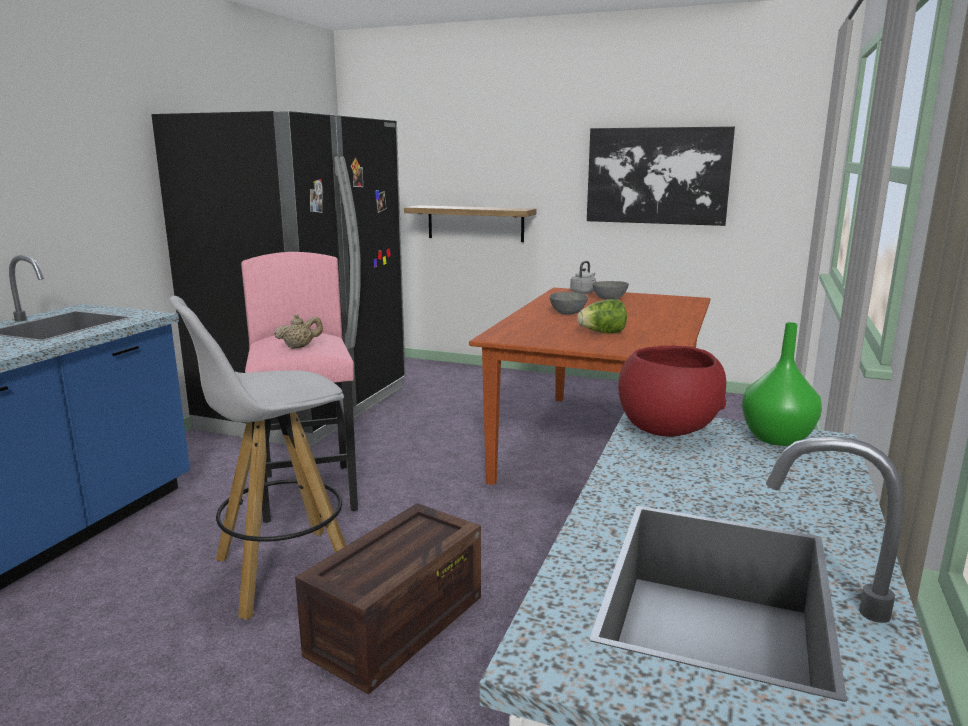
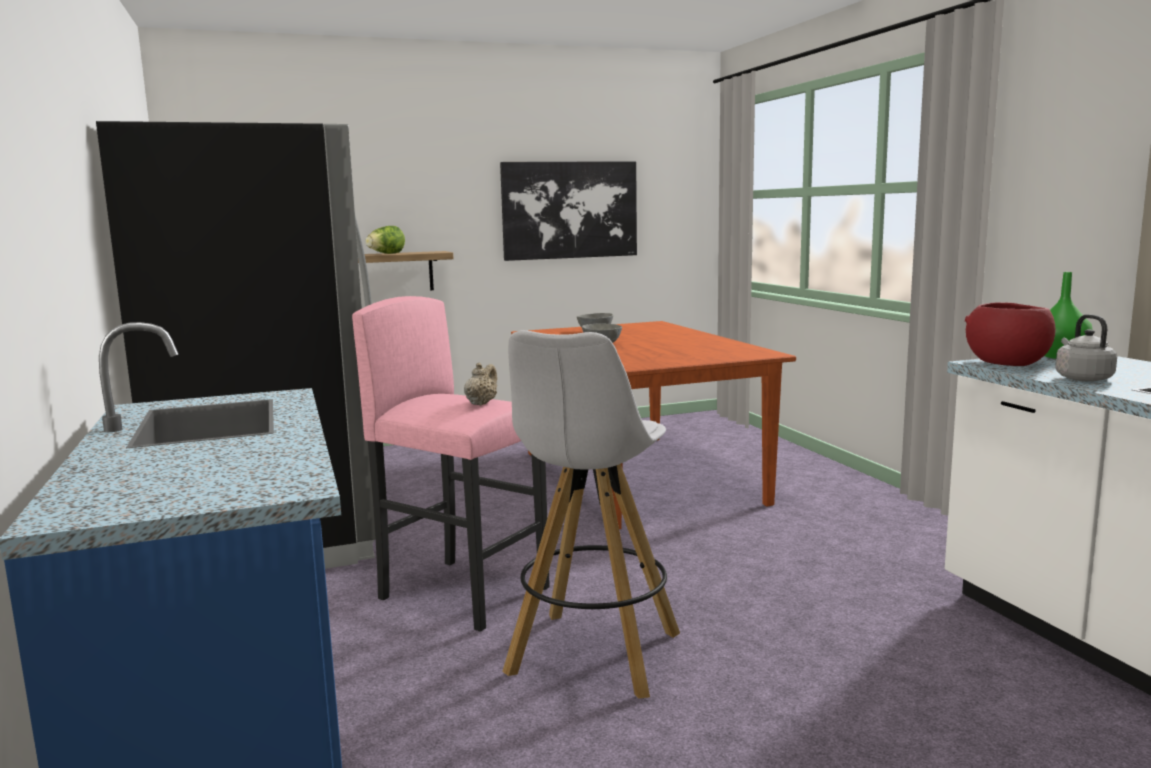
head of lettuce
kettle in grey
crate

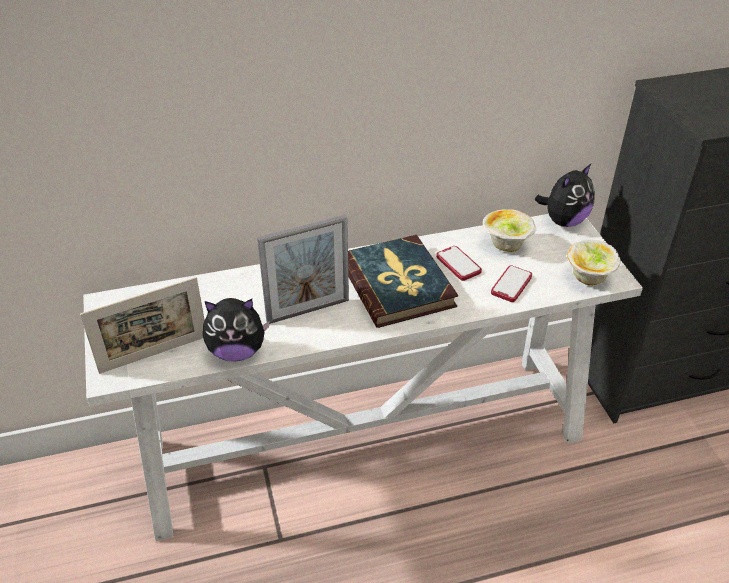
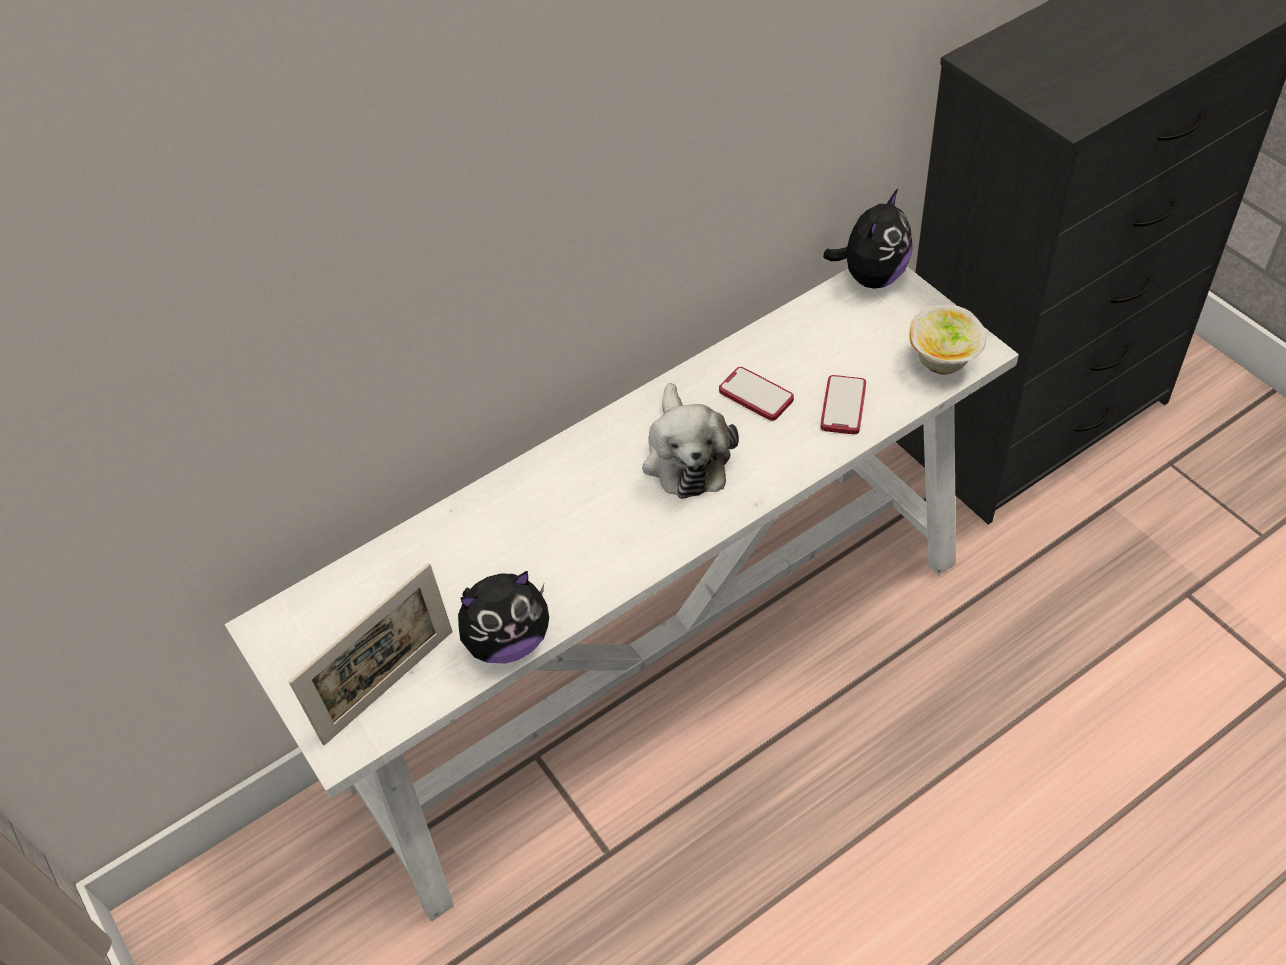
cuddly toy (no. 2 from left)
standing frame (no. 2 from left in the first image)
bowl (no. 1 from left in the first image)

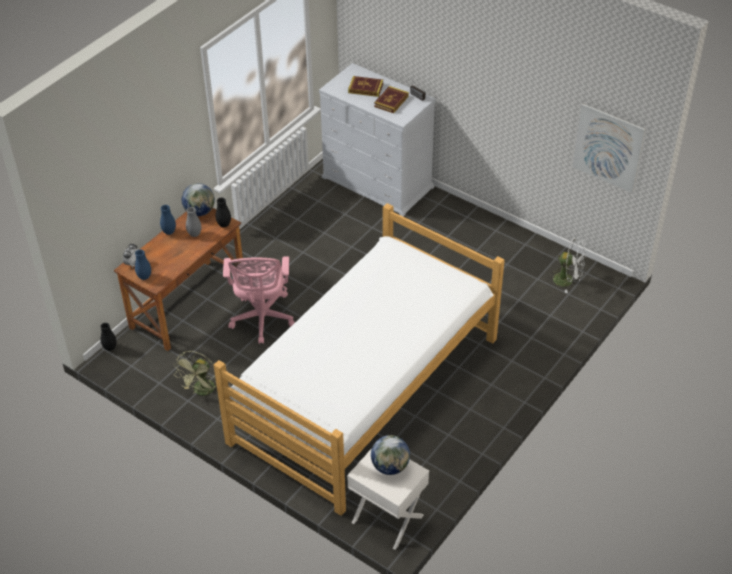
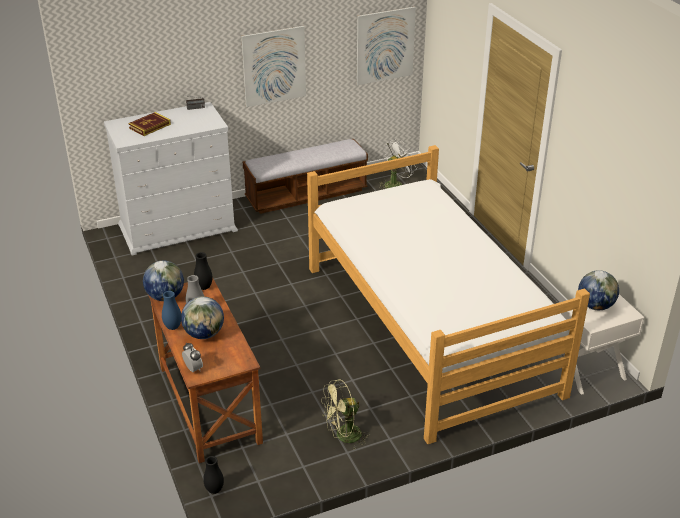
globe (no. 2 from left)
picture (no. 1 from left)
long seat
electric fan in green-coloured
decorative vase in bluish (no. 1 from left in the first image)
office chair in pinkish
volume (no. 2 from left in the first image)

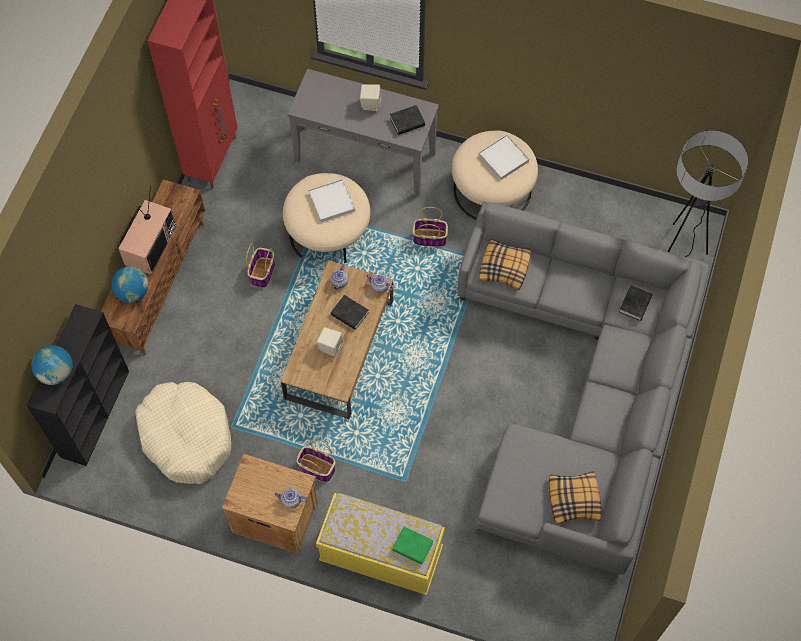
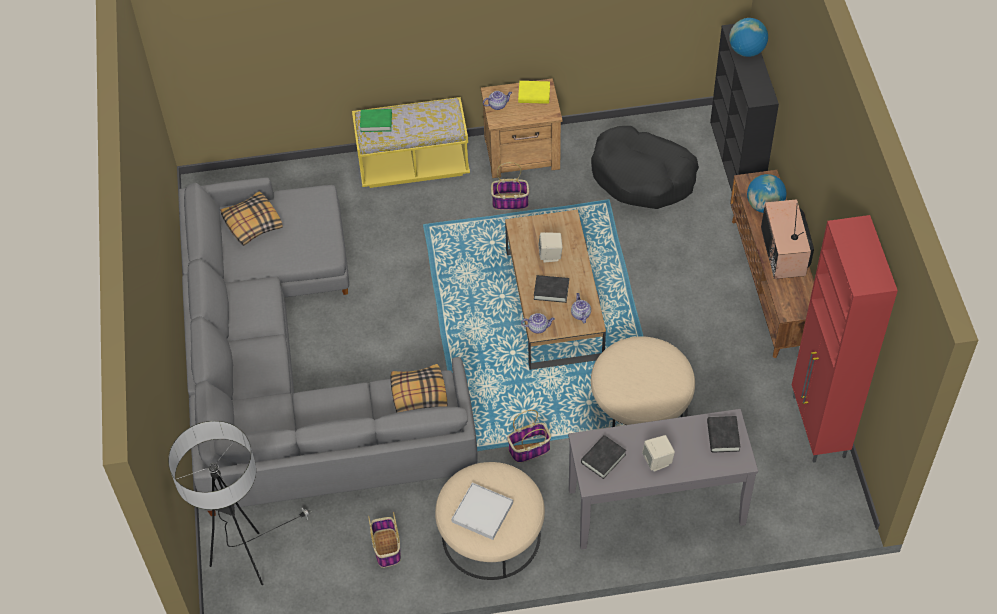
basket (no. 1 from left)
volume in yellow
pet bed in black-coloured
volume in black-coloured (no. 3 from left)
tray in whitish (no. 1 from left in the first image)

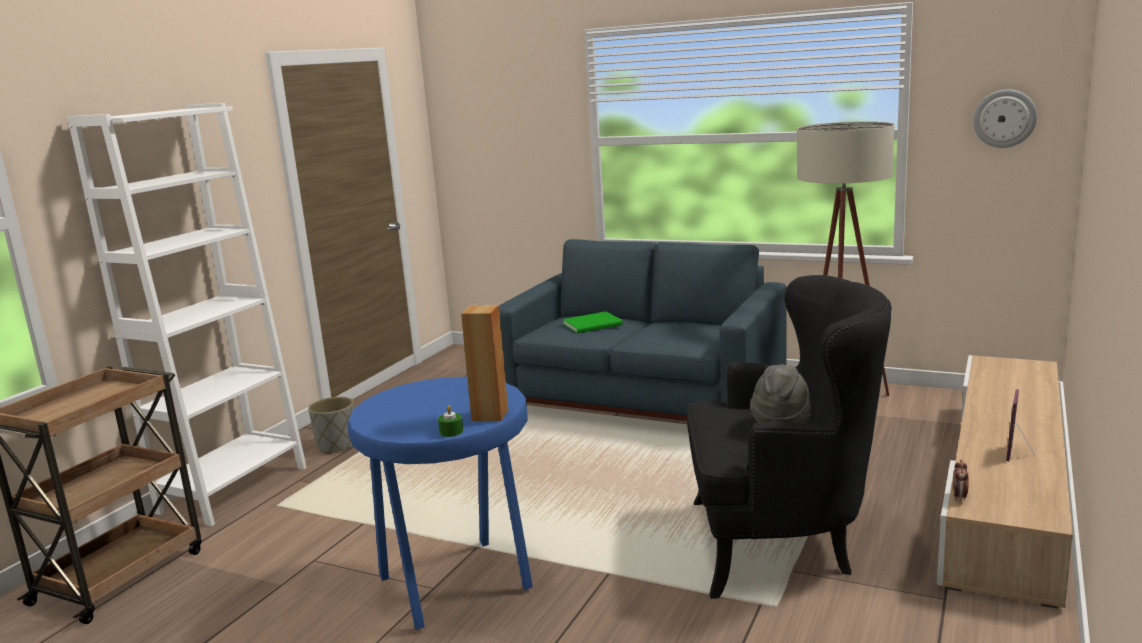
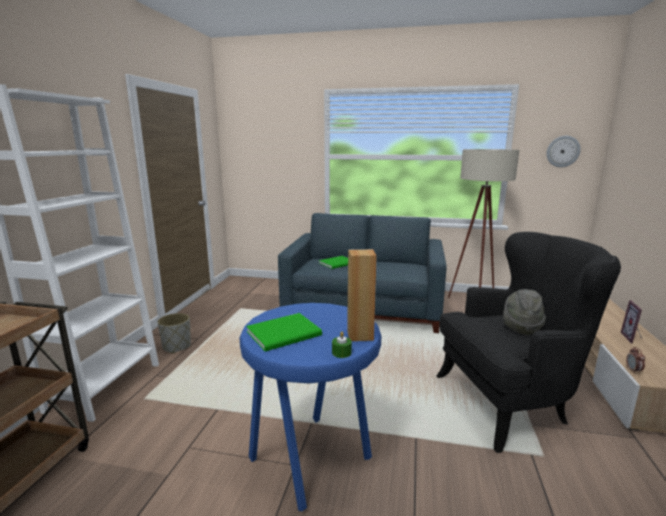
volume in green-coloured (no. 1 from left)

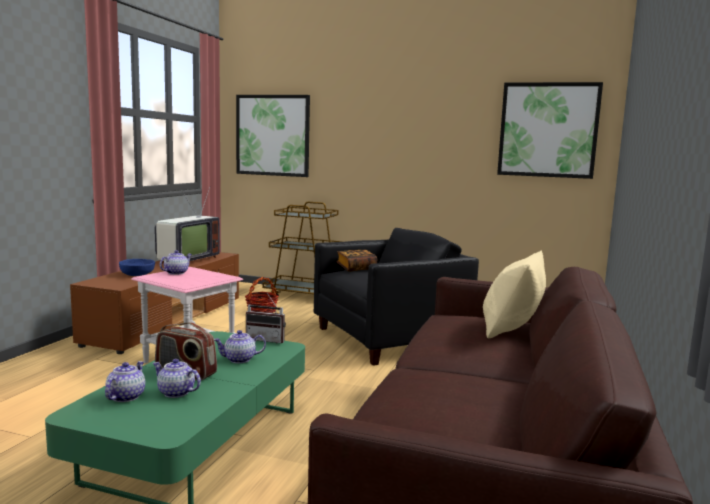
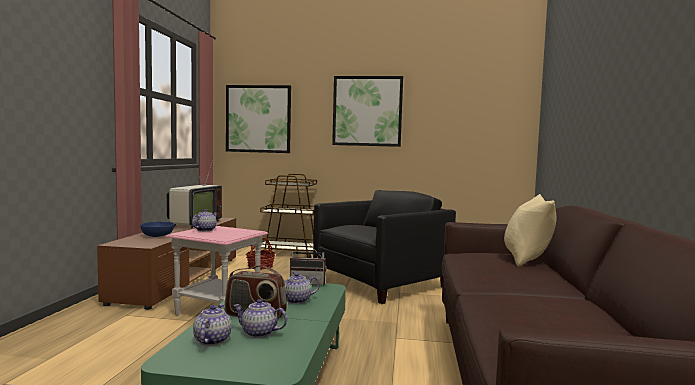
picture (no. 2 from left)
volume

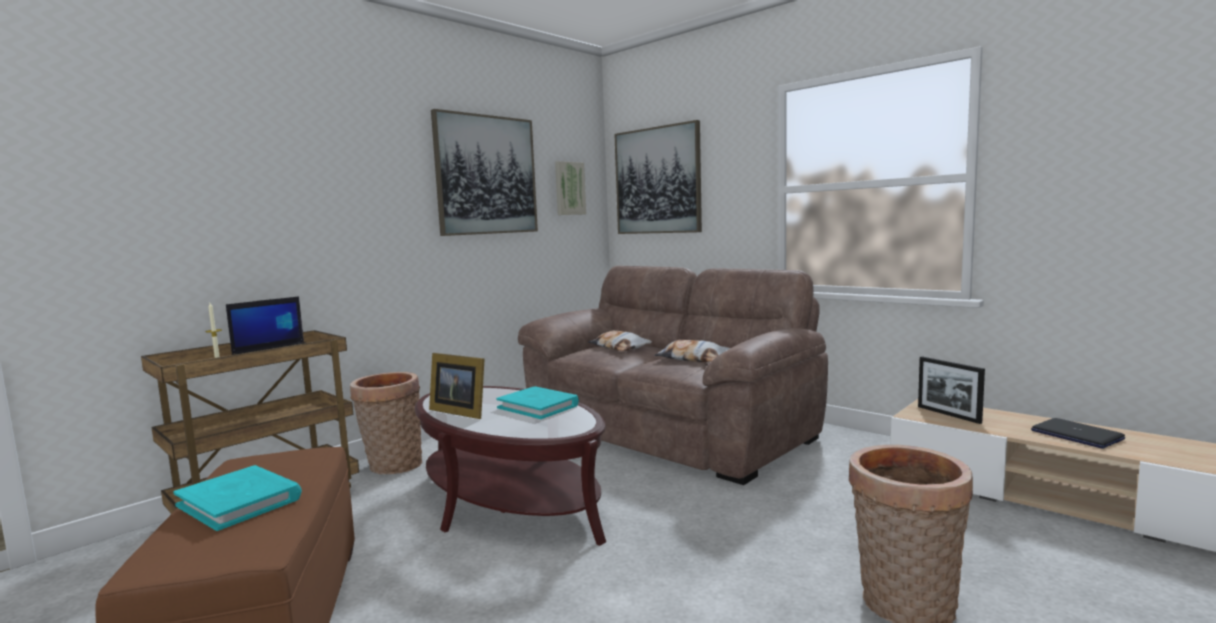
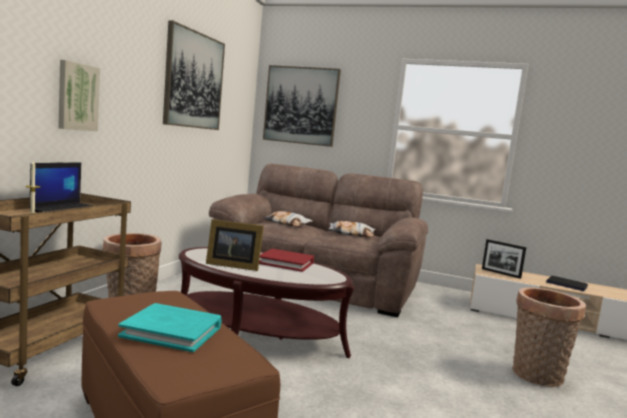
picture (no. 1 from left)
volume in red-coloured

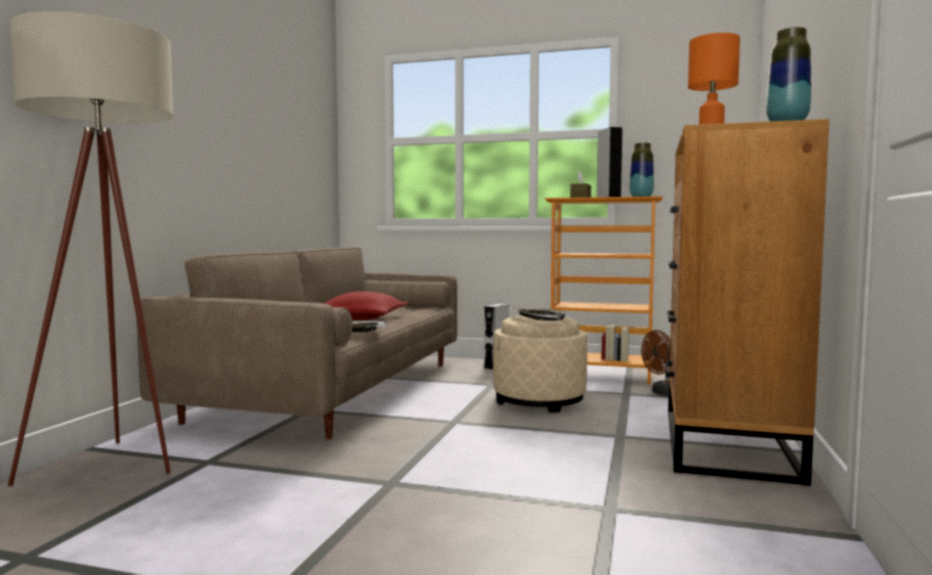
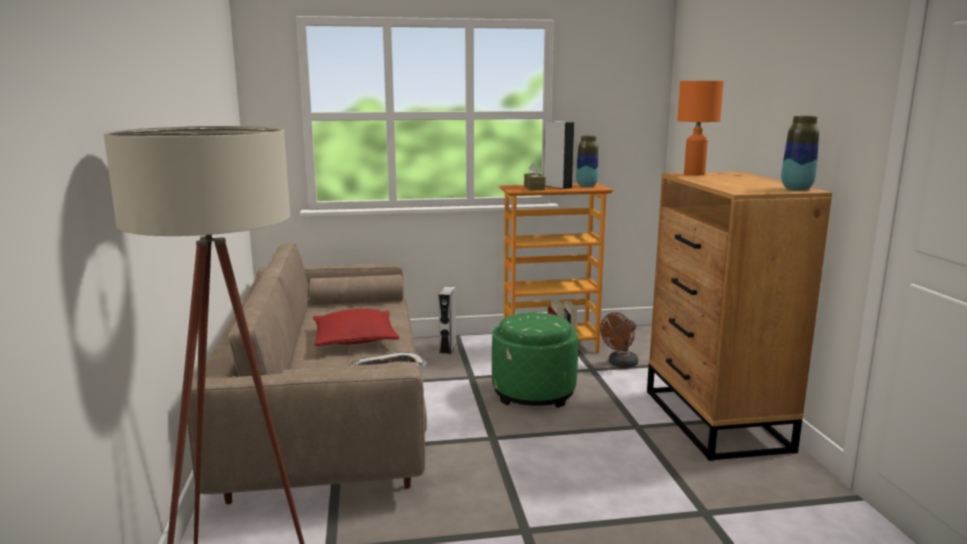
pouffe in green-coloured
tray (no. 2 from left in the first image)

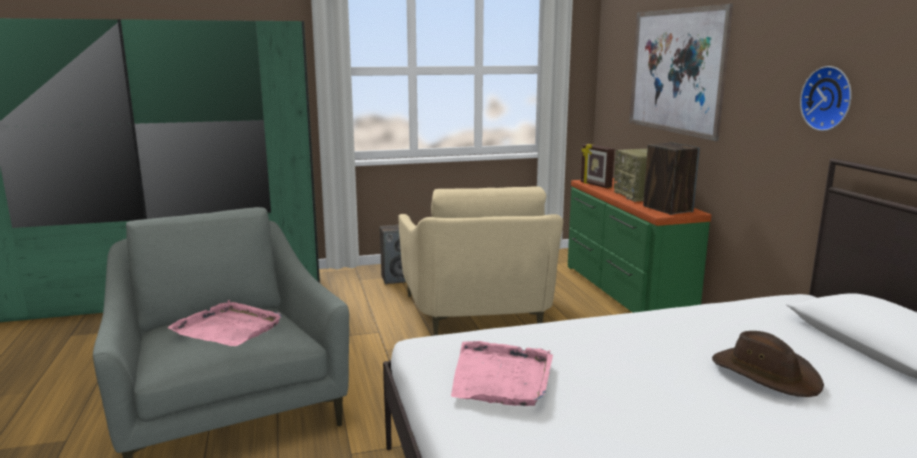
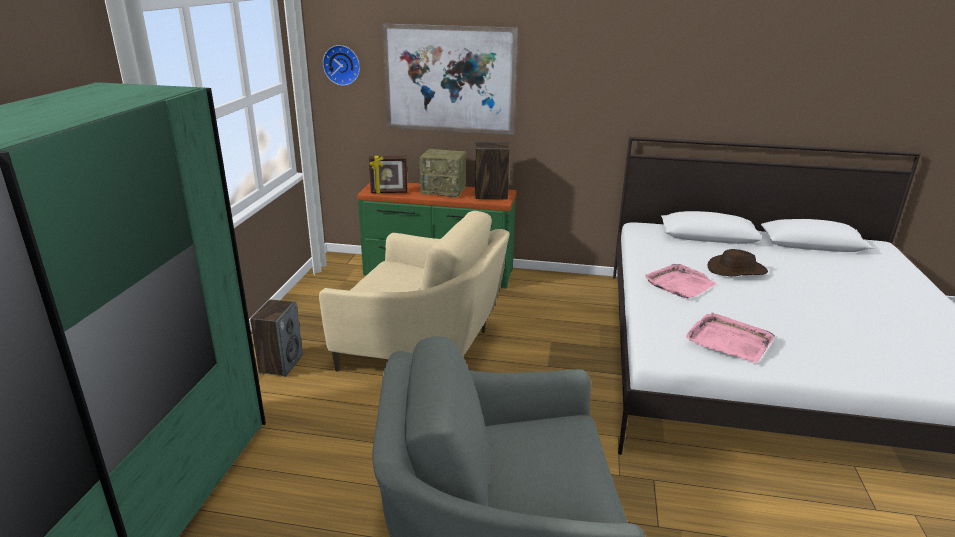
clock on the wall
tray in pinkish (no. 1 from left)

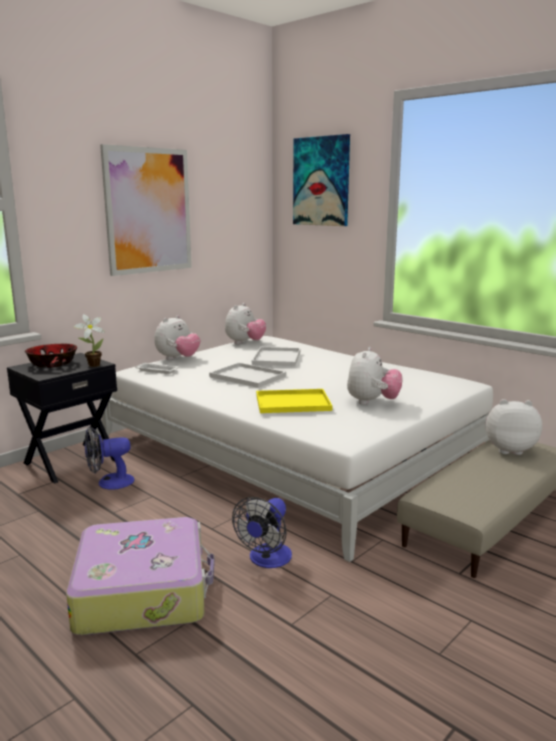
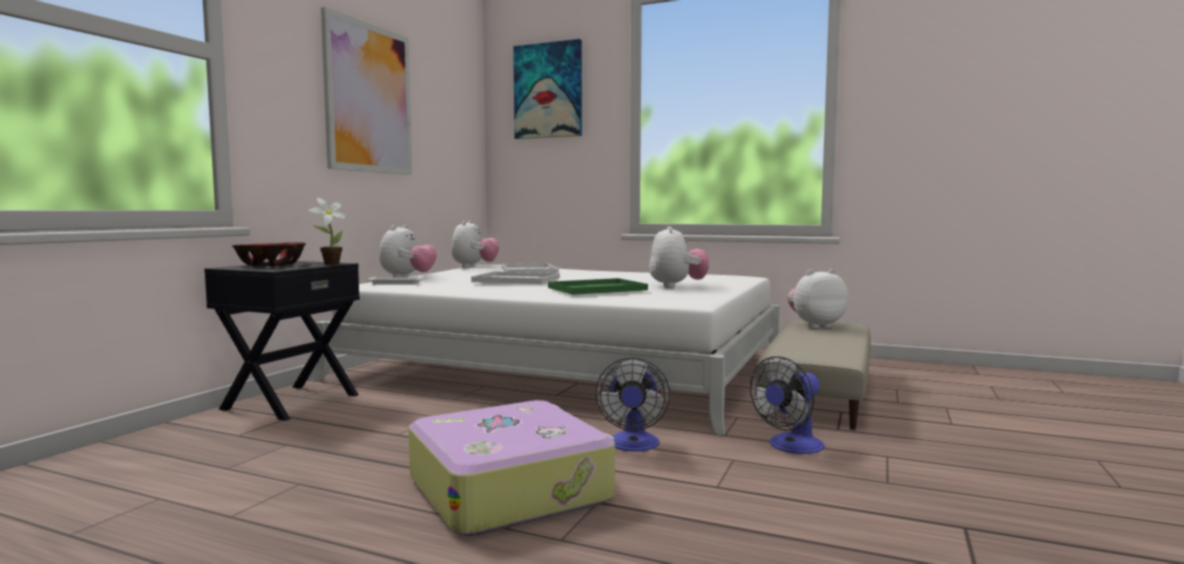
tray in green-coloured
electric fan (no. 2 from left)

